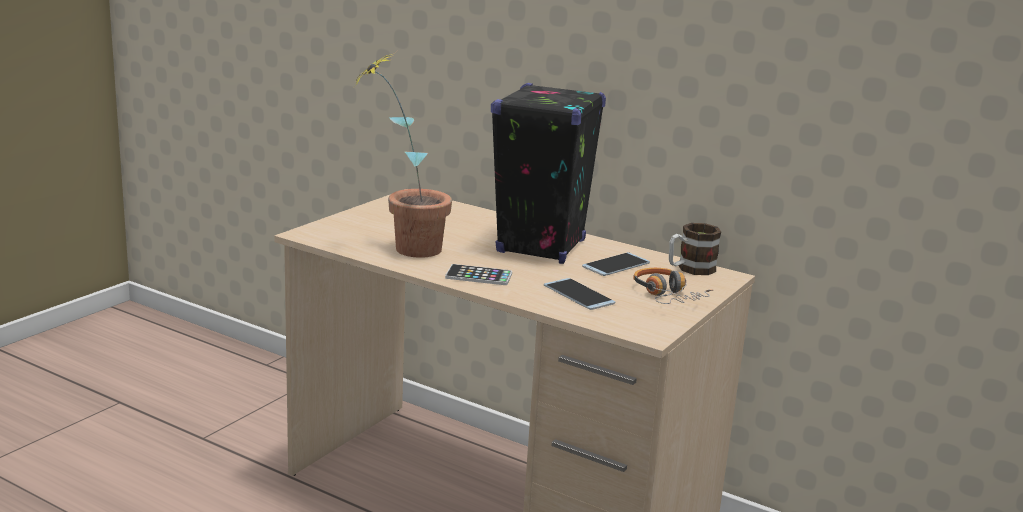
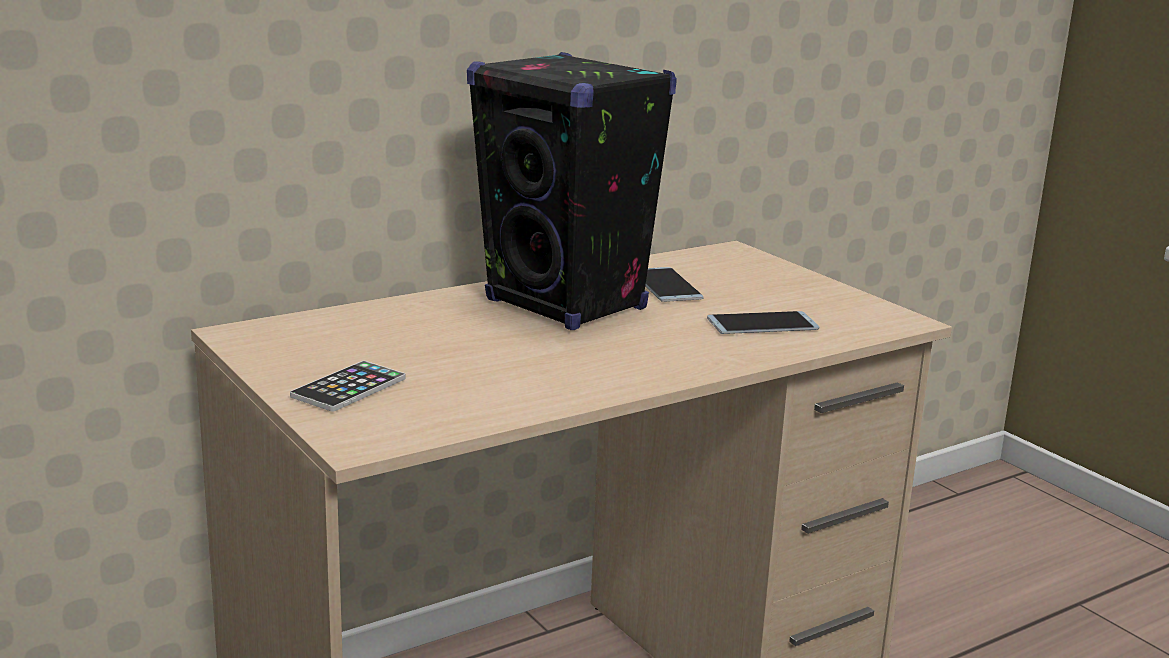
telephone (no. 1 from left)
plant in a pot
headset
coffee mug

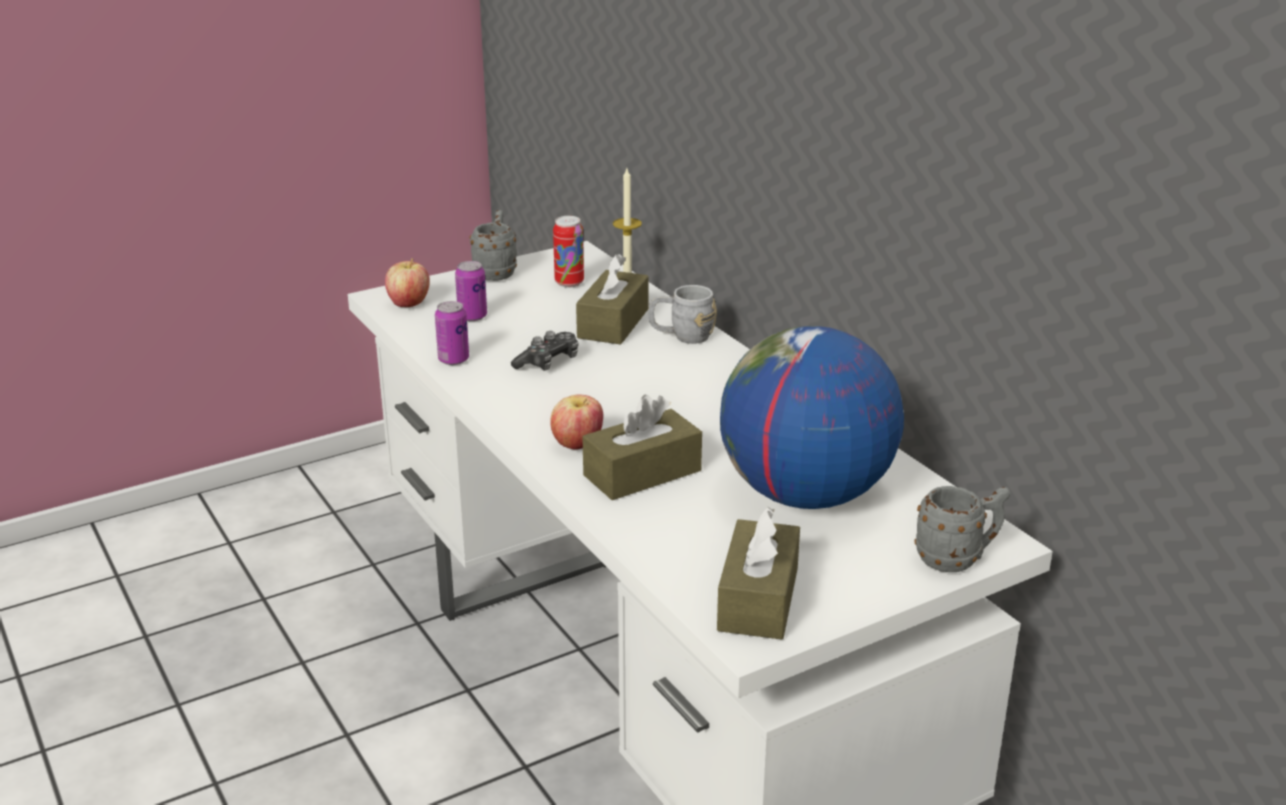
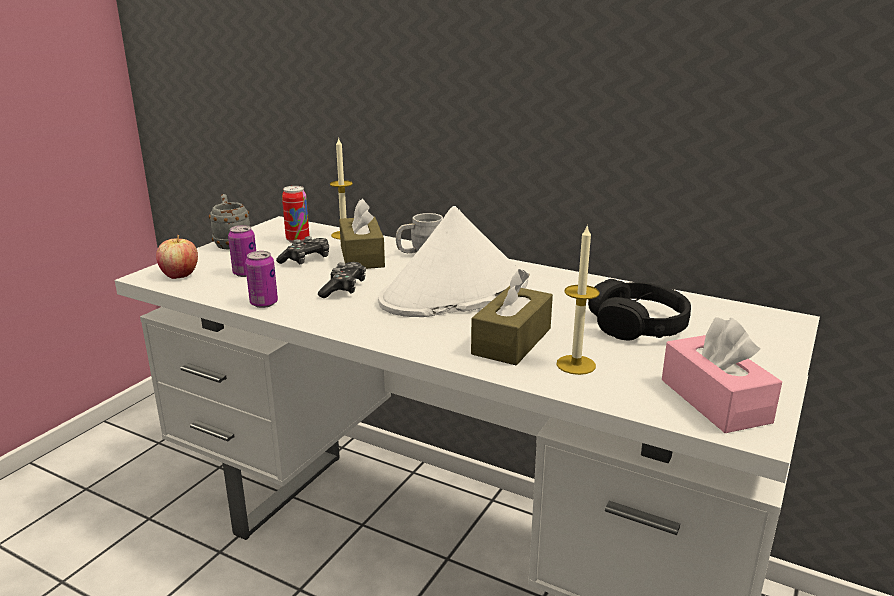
game controller (no. 1 from left)
clothing hat in whitish
candle (no. 2 from left)
headset in black-coloured
tissue box in pinkish
apple (no. 2 from left in the first image)
coffee mug in grey (no. 3 from left in the first image)

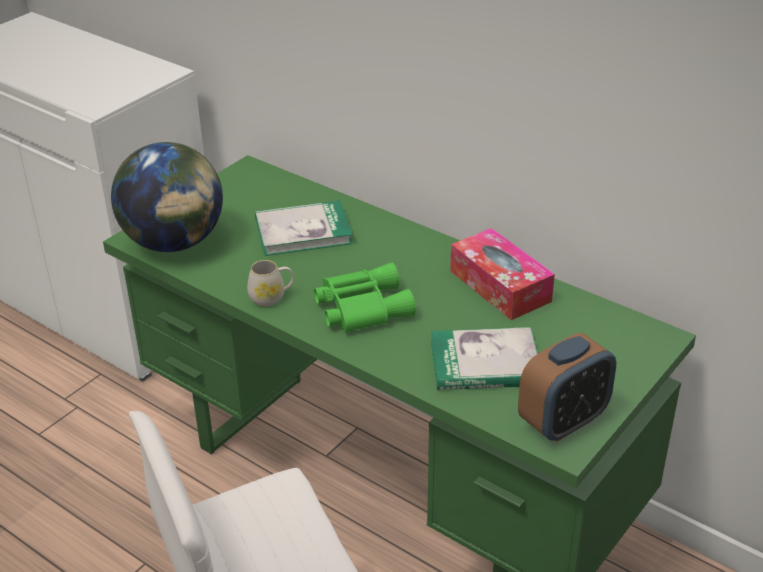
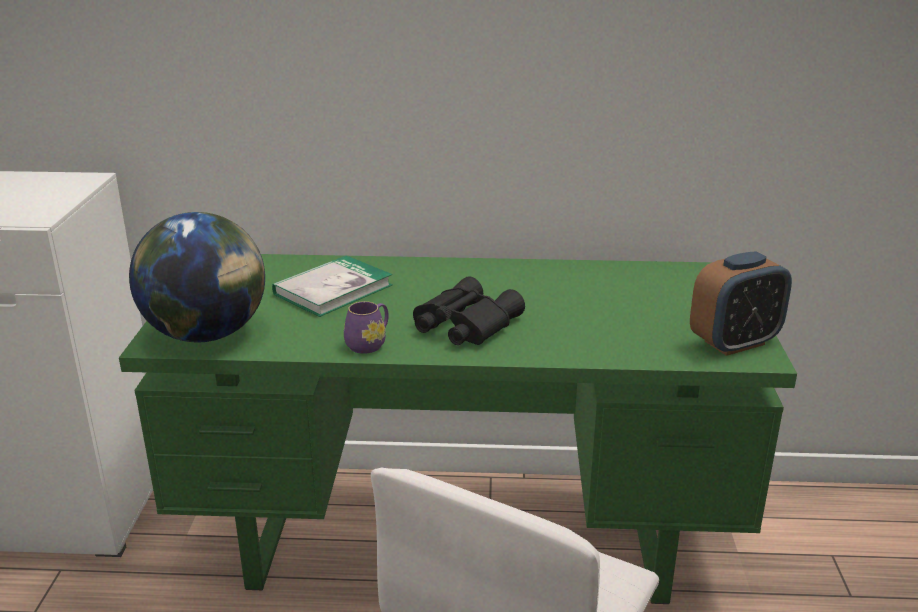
coffee mug in purplish
pair of binoculars in black-coloured
alarm clock
volume (no. 2 from left in the first image)
tissue box

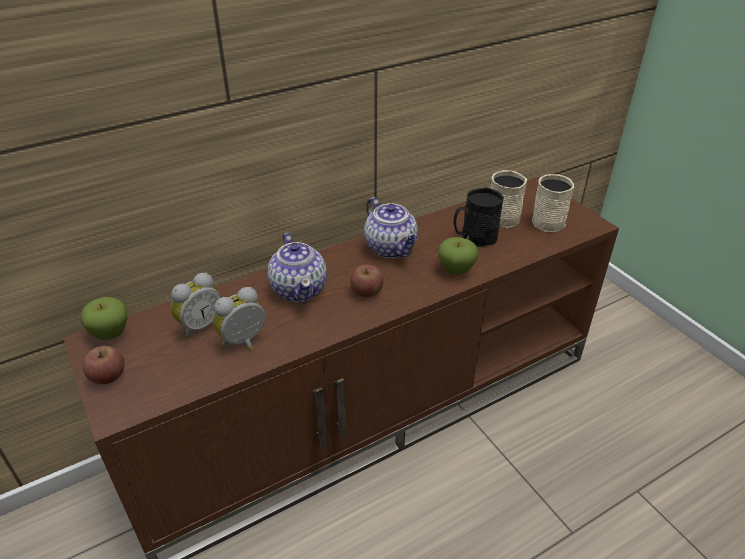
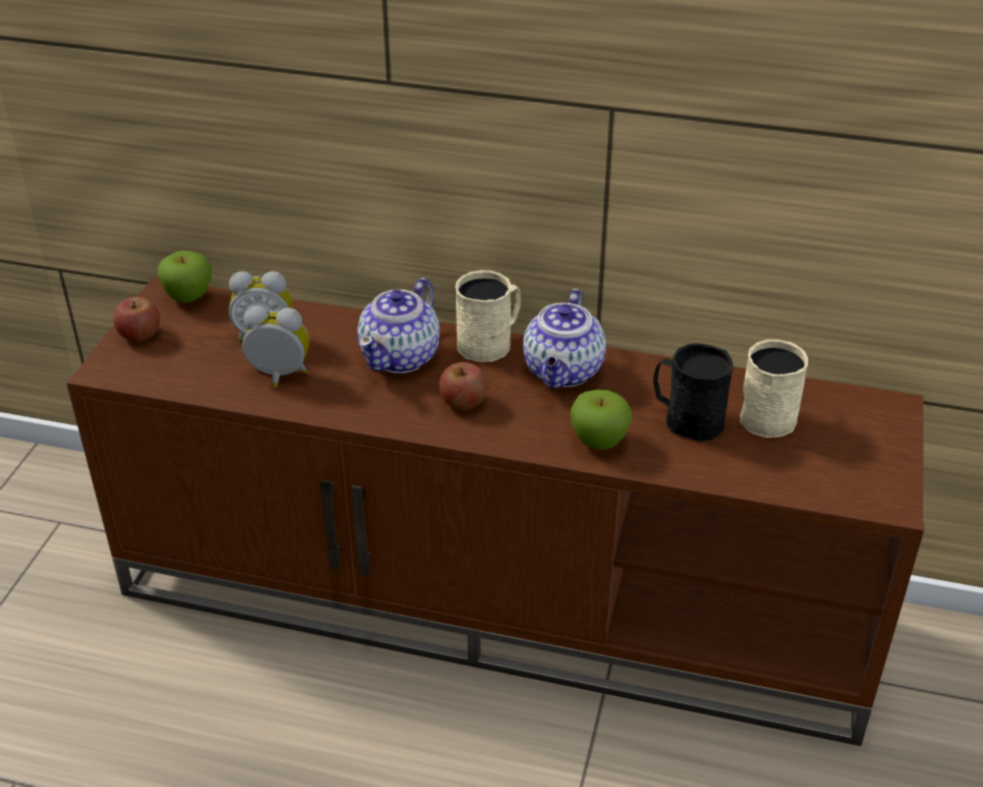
coffee mug in beige-coloured (no. 1 from left)

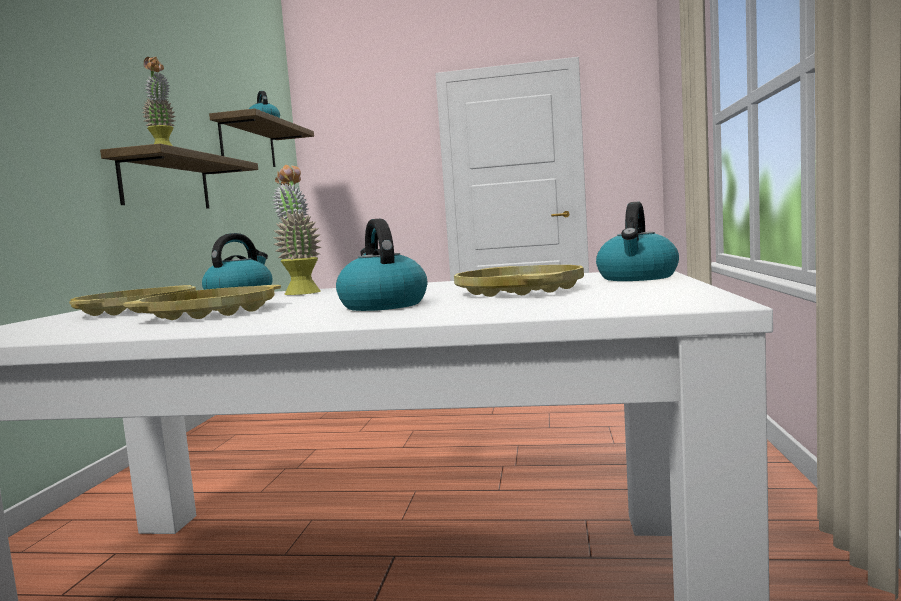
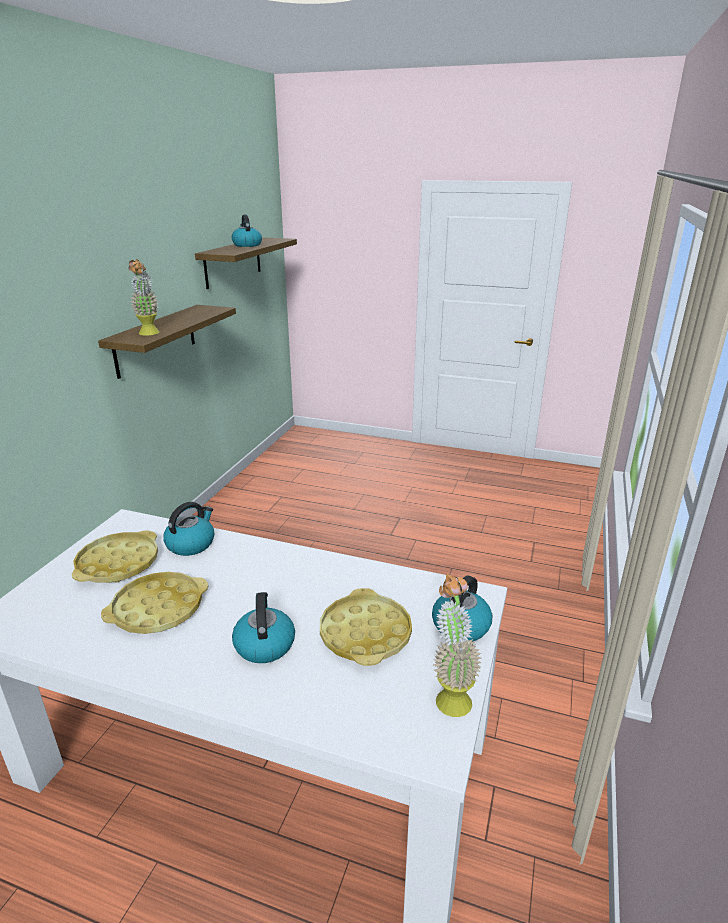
plant in a pot (no. 2 from left)

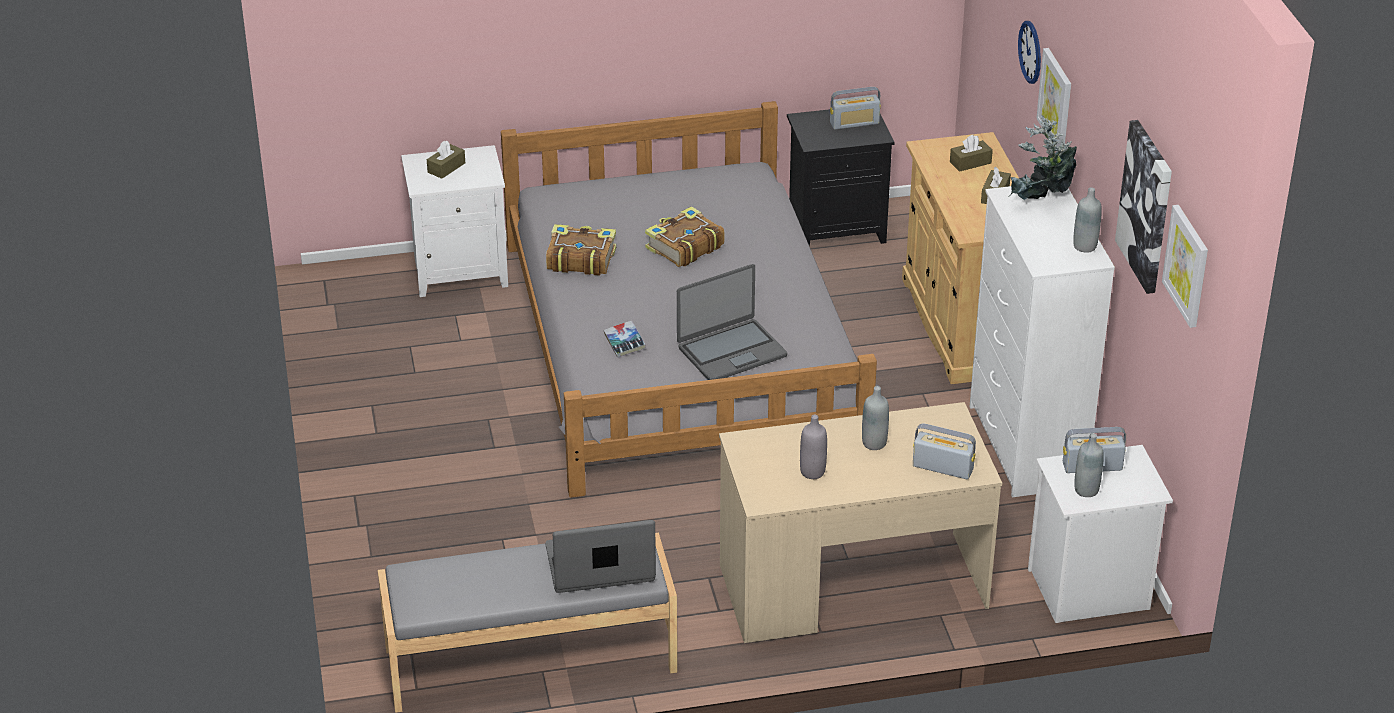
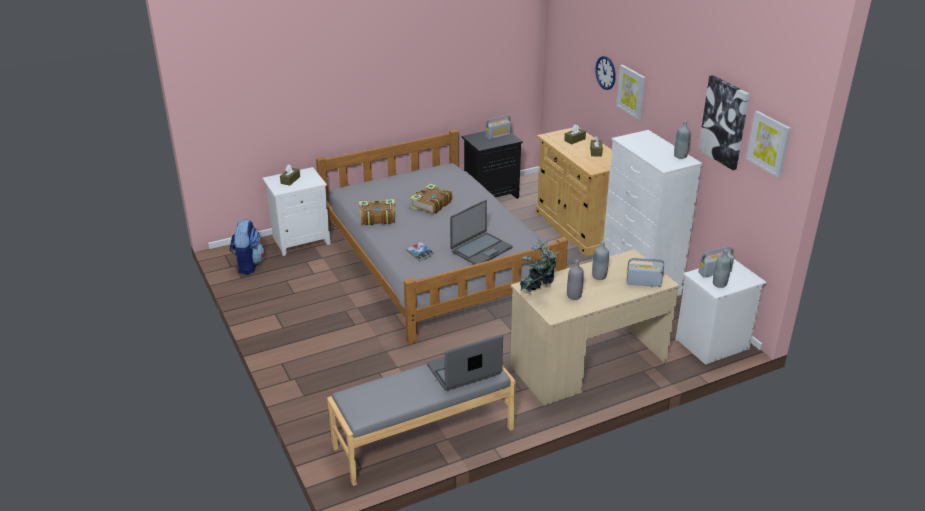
knapsack
plant in a pot

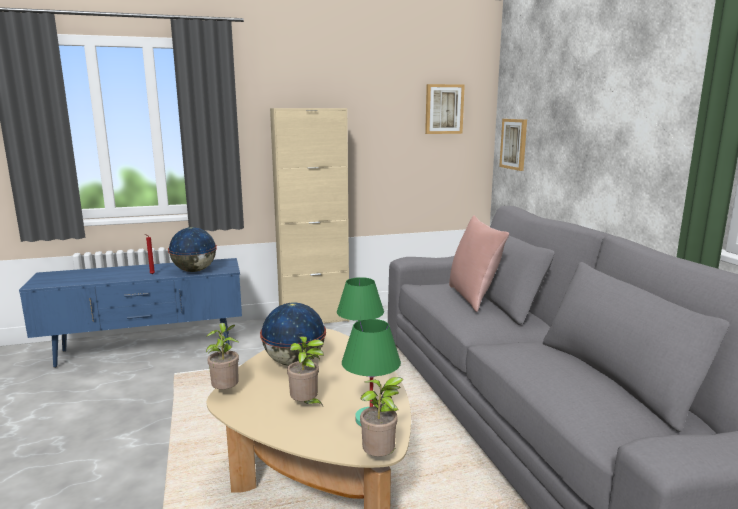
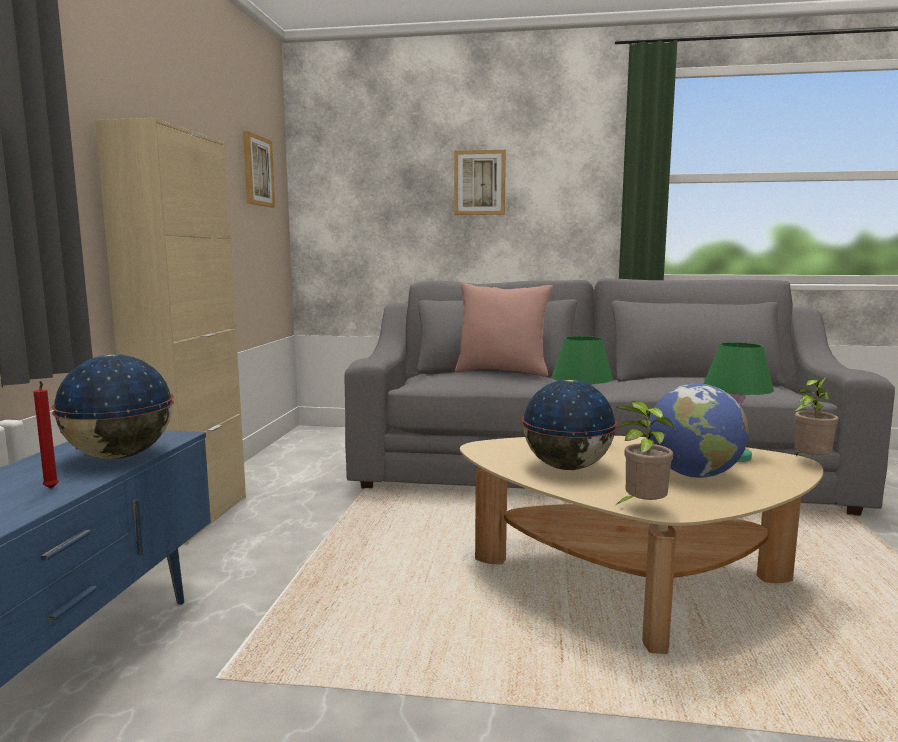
picture (no. 2 from left)
globe (no. 3 from left)

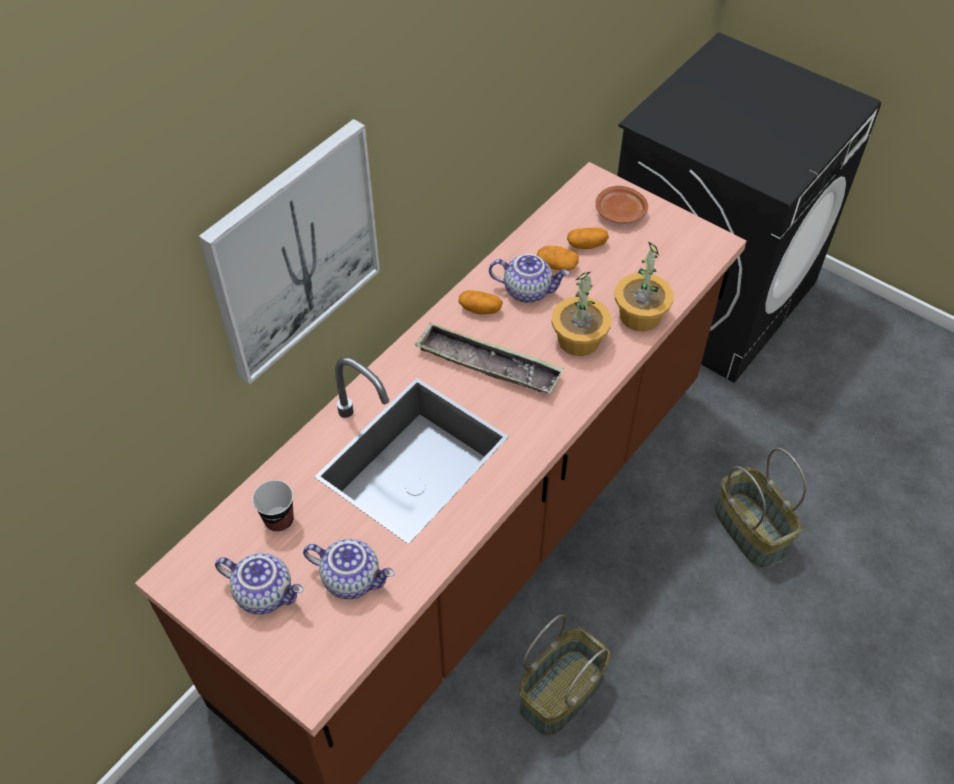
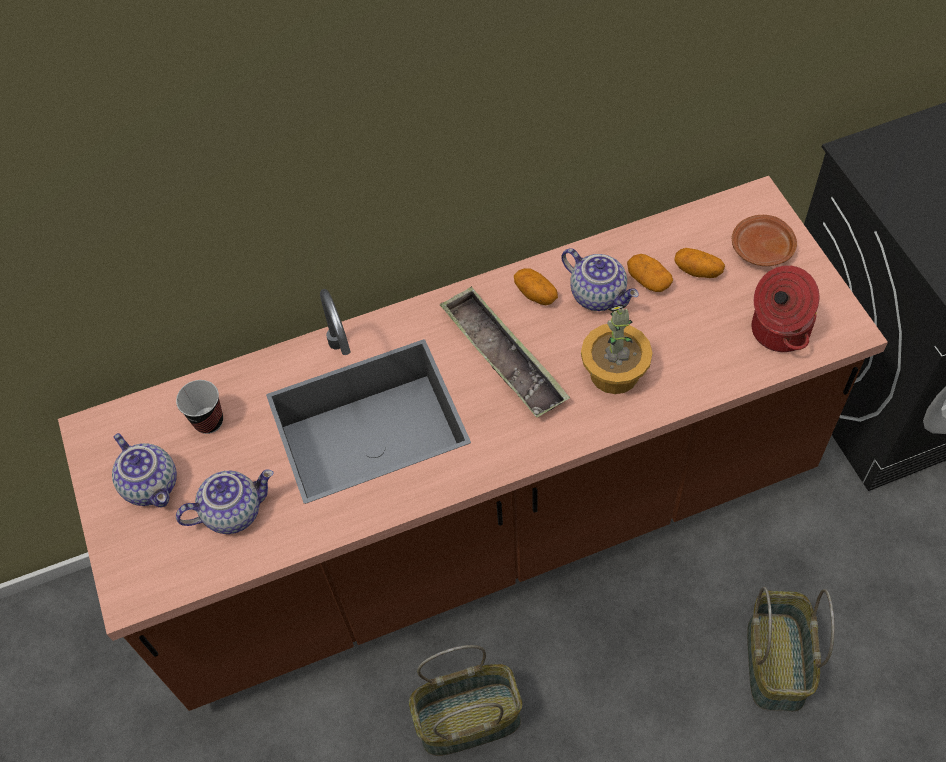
tea pot (no. 2 from left)
cooking pot
picture
plant in a pot (no. 2 from left in the first image)

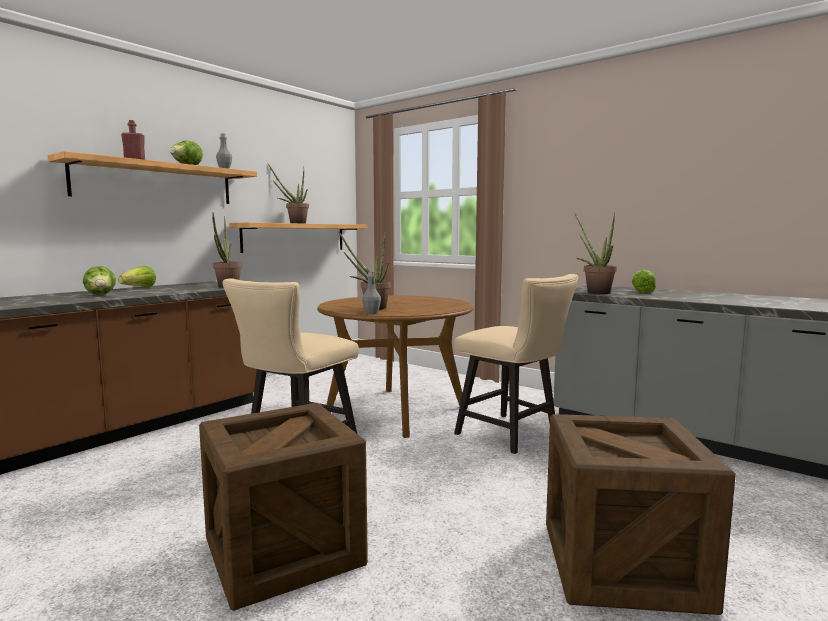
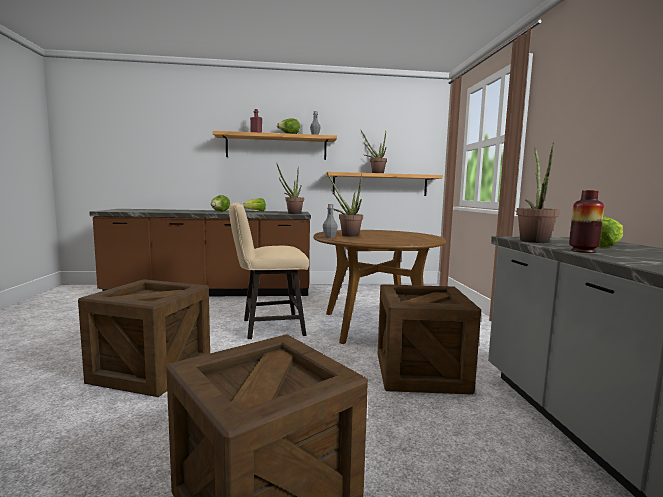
crate (no. 3 from left)
decorative vase

